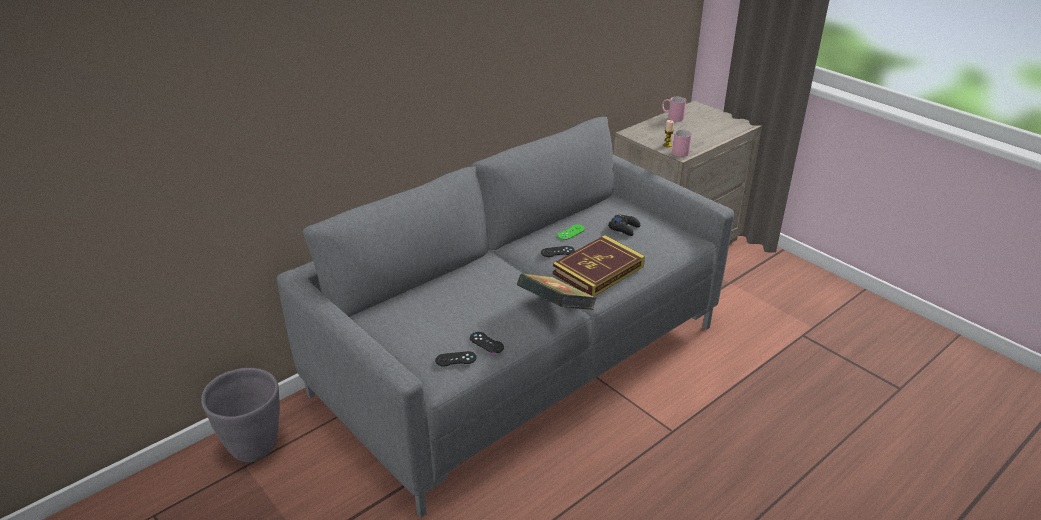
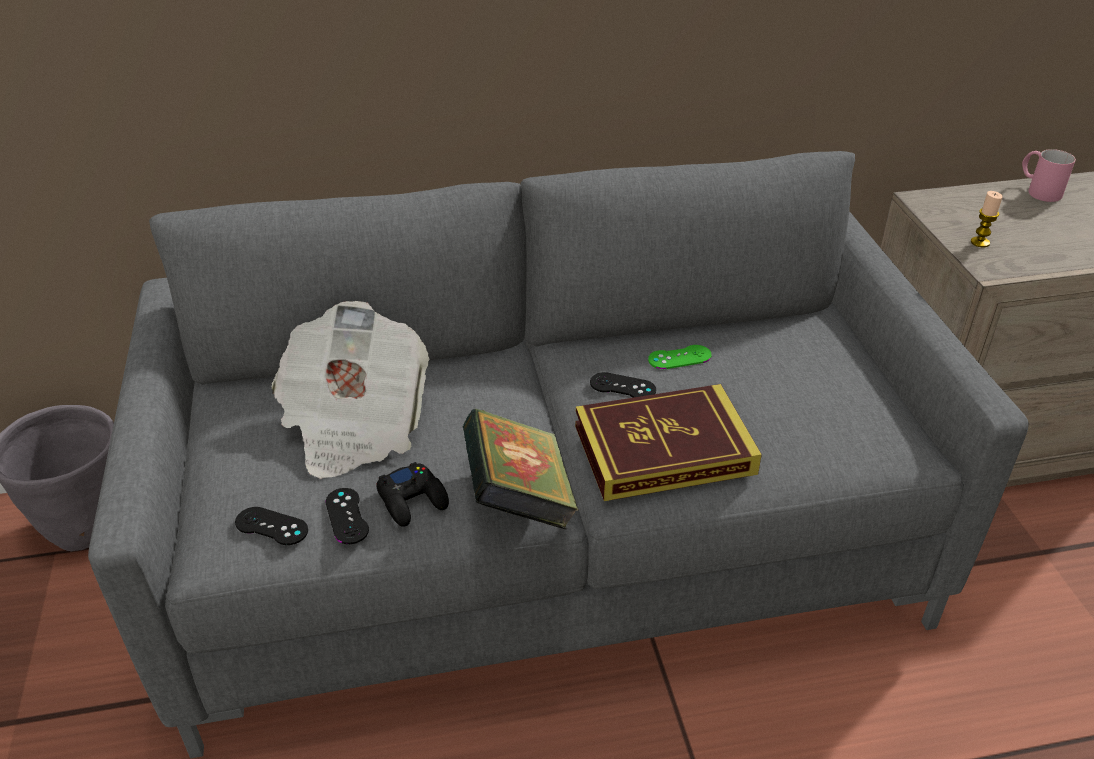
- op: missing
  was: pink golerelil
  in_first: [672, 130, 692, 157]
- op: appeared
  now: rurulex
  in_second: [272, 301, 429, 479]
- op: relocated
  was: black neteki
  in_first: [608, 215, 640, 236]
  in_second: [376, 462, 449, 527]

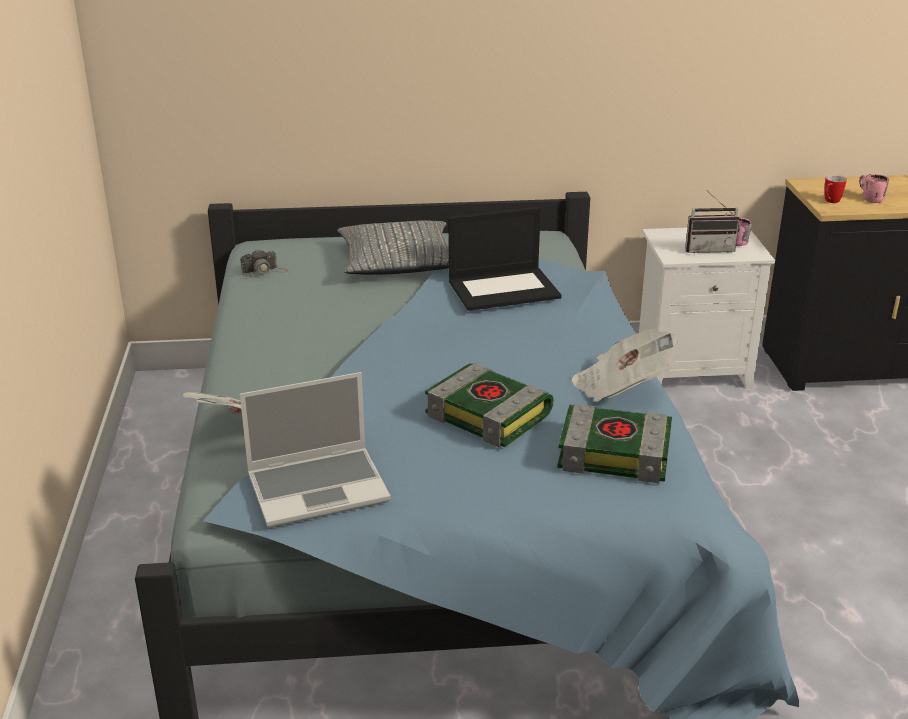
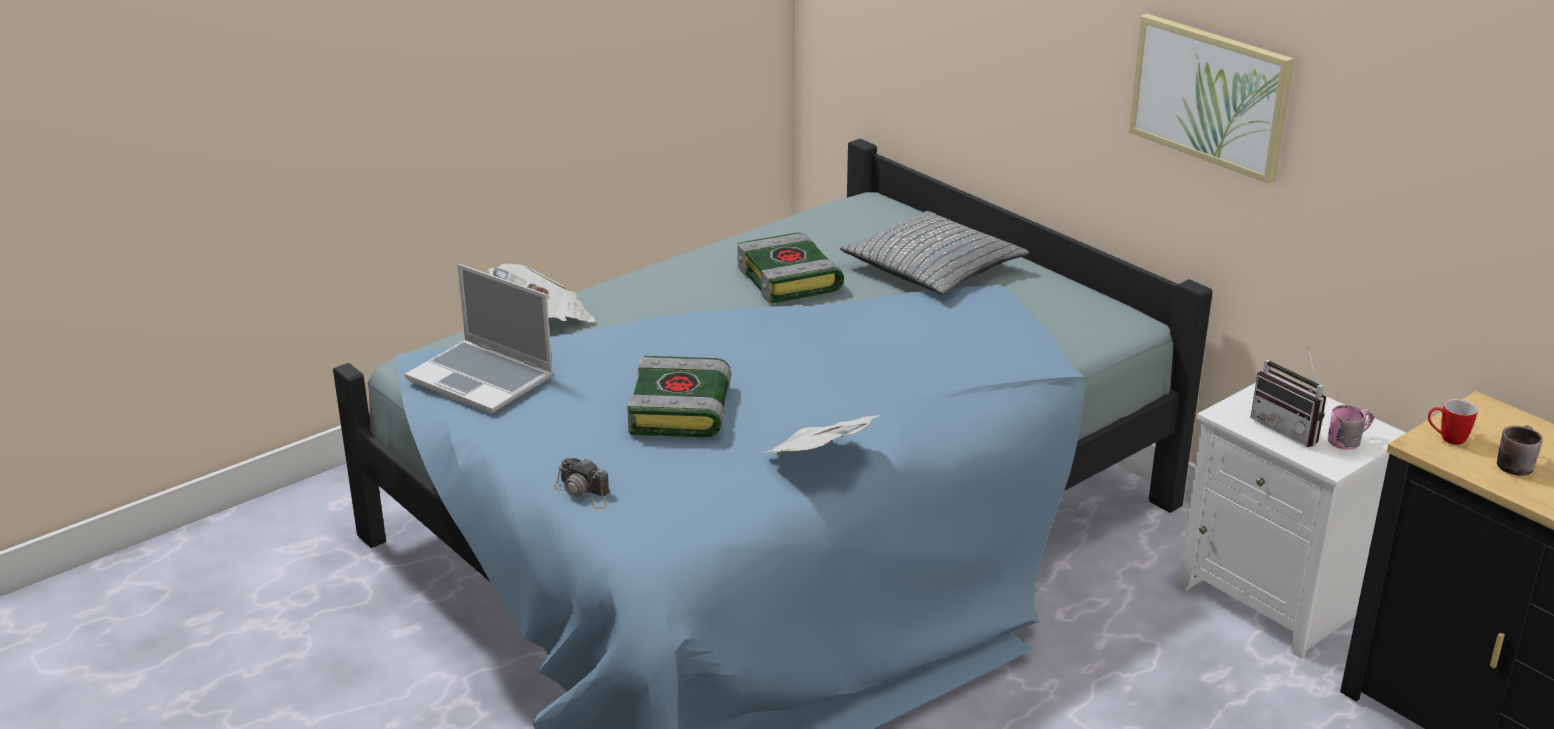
- op: missing
  was: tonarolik
  in_first: [449, 207, 562, 311]
- op: appeared
  now: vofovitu
  in_second: [1129, 14, 1294, 184]
- op: relocated
  was: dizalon
  in_first: [240, 250, 288, 277]
  in_second: [554, 458, 609, 509]
- op: relocated
  was: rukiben
  in_first: [557, 404, 672, 483]
  in_second: [737, 233, 844, 304]
- op: colour
  was: pink golerelil
  now: brown golerelil
  in_first: [859, 174, 889, 203]
  in_second: [1497, 425, 1543, 476]

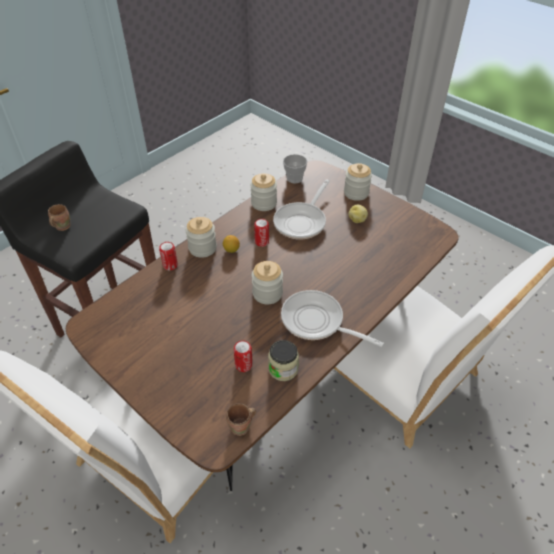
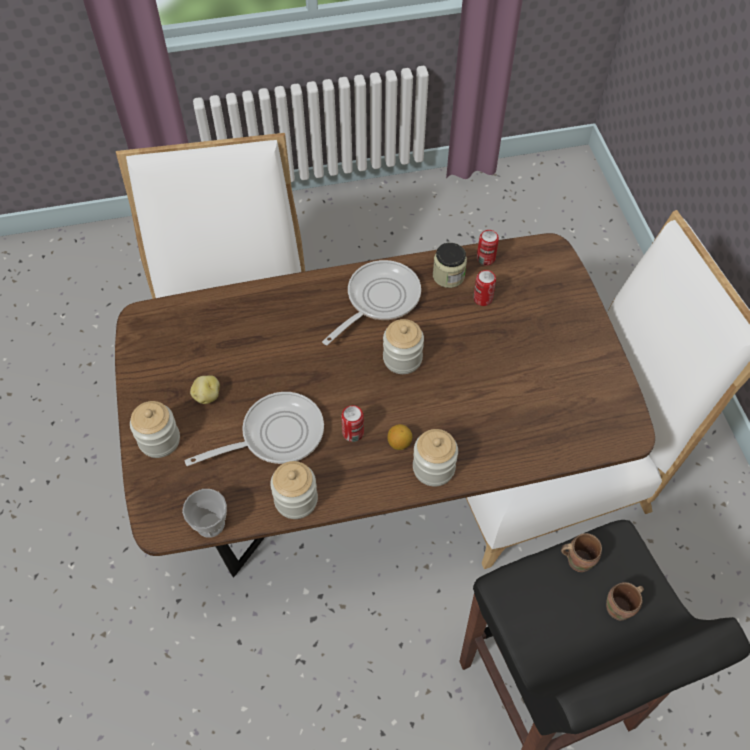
- op: relocated
  was: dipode
  in_first: [159, 242, 178, 270]
  in_second: [477, 230, 499, 265]
- op: relocated
  was: brown golerelil
  in_first: [226, 403, 256, 436]
  in_second: [561, 533, 602, 572]
- op: spun
  was: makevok
  in_first: [281, 290, 384, 347]
  in_second: [322, 260, 421, 345]
  clockwise: -120

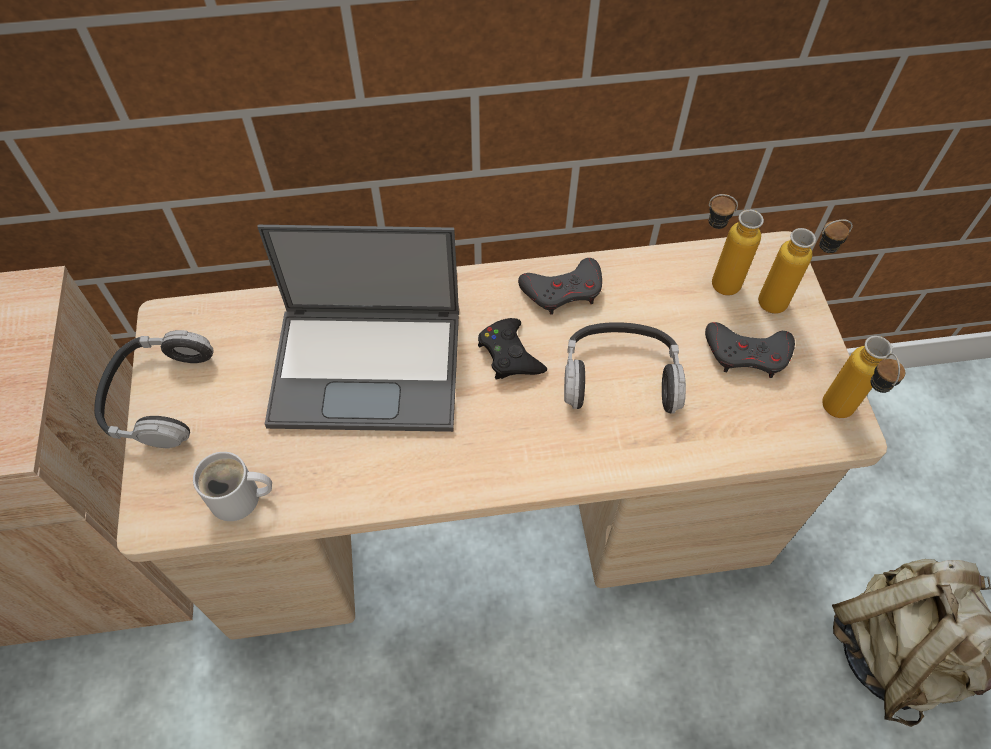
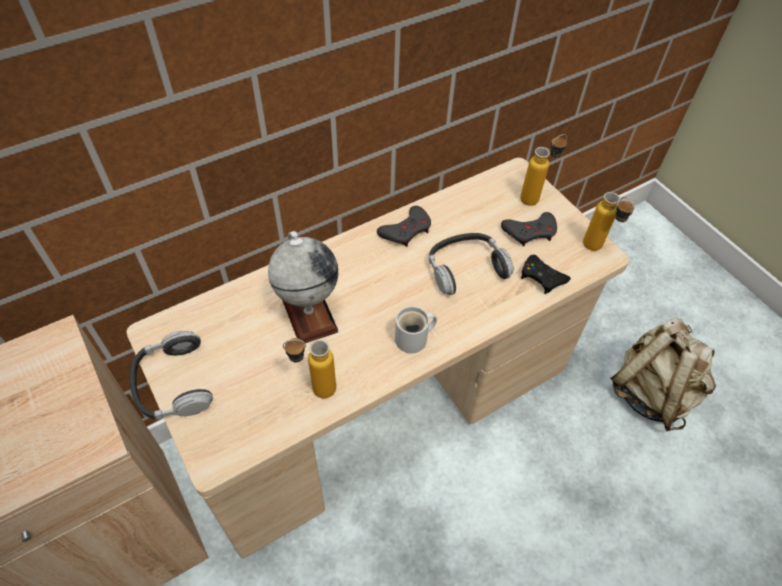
- op: relocated
  was: white golerelil
  in_first: [193, 452, 272, 521]
  in_second: [395, 306, 437, 353]
- op: relocated
  was: black neteki
  in_first: [478, 318, 547, 380]
  in_second: [521, 255, 571, 294]
- op: relocated
  was: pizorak
  in_first: [709, 194, 764, 296]
  in_second: [283, 338, 336, 398]
- op: exchanged
  was: tonarolik
  now: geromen
  in_first: [257, 225, 459, 432]
  in_second: [268, 231, 339, 343]

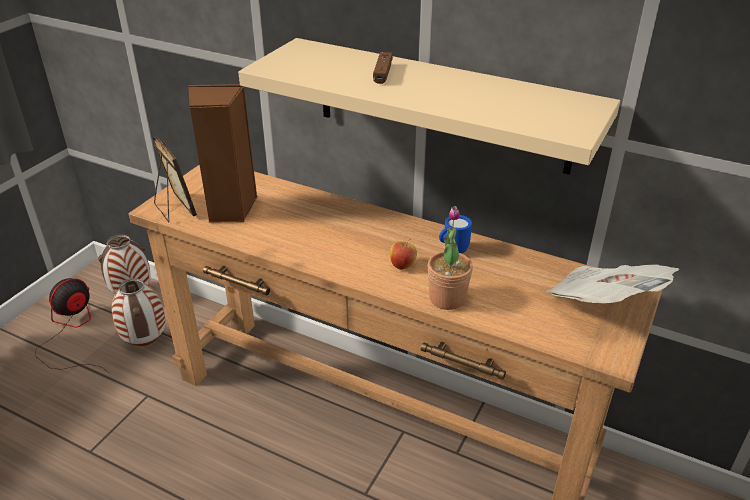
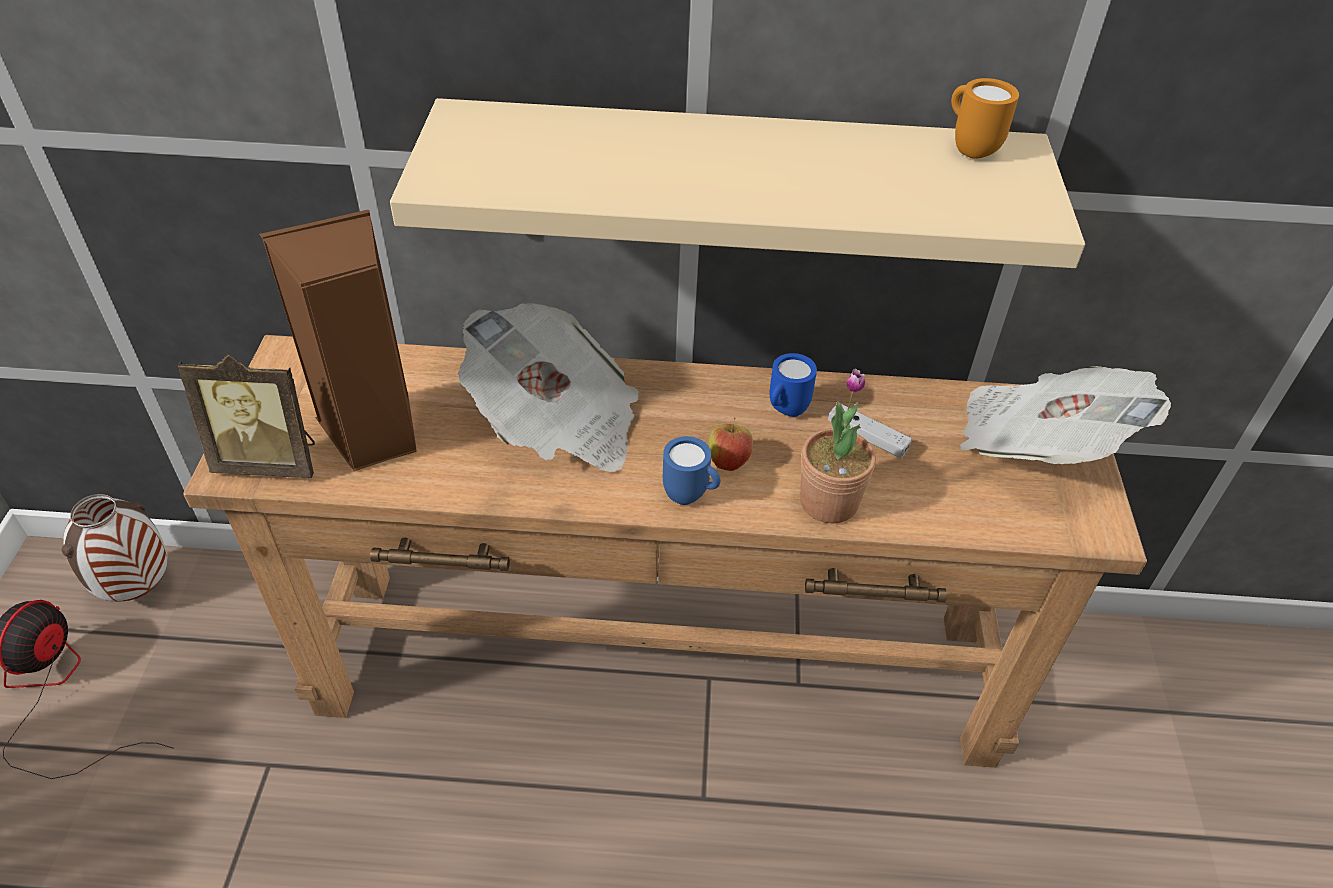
- op: missing
  was: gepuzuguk
  in_first: [112, 278, 166, 346]
- op: missing
  was: brown neteki
  in_first: [373, 52, 393, 84]
- op: appeared
  now: rurulex
  in_second: [458, 303, 639, 472]
- op: appeared
  now: blue golerelil
  in_second: [663, 436, 721, 505]
- op: appeared
  now: white neteki
  in_second: [828, 405, 912, 458]
- op: appeared
  now: orange golerelil
  in_second: [951, 78, 1019, 159]
- op: spun
  was: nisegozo
  in_first: [153, 136, 197, 222]
  in_second: [178, 355, 315, 478]
  clockwise: 150

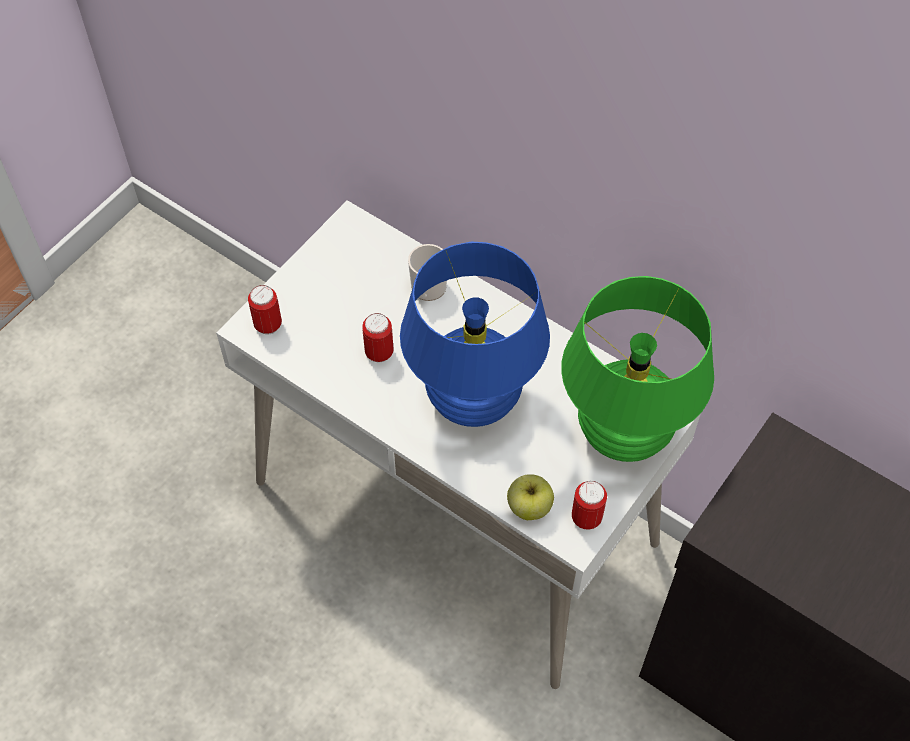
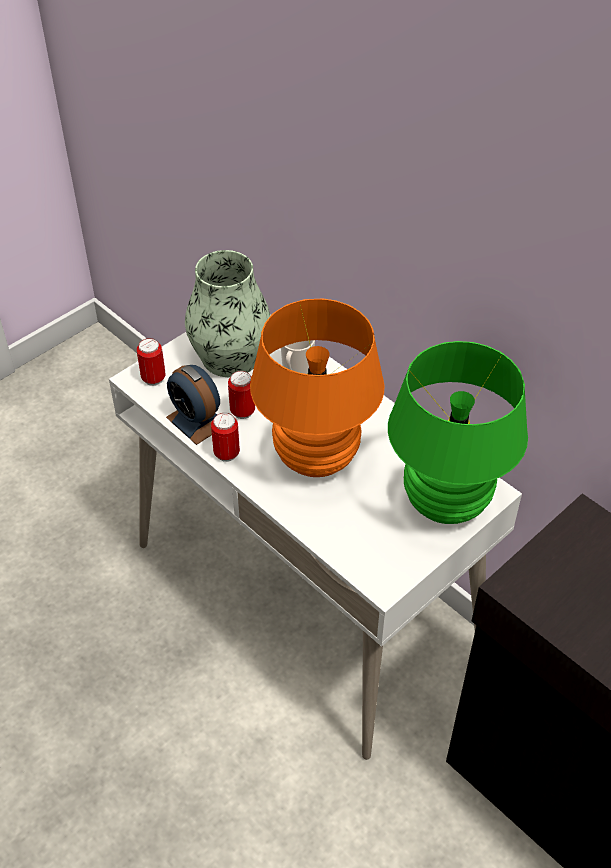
- op: missing
  was: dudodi
  in_first: [507, 474, 554, 520]
- op: appeared
  now: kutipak
  in_second: [166, 365, 220, 445]
- op: appeared
  now: gepuzuguk
  in_second: [185, 250, 271, 377]
- op: relocated
  was: dipode
  in_first: [572, 481, 607, 530]
  in_second: [211, 413, 240, 462]
- op: colour
  was: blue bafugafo
  now: orange bafugafo
  in_first: [400, 242, 550, 427]
  in_second: [250, 298, 385, 477]

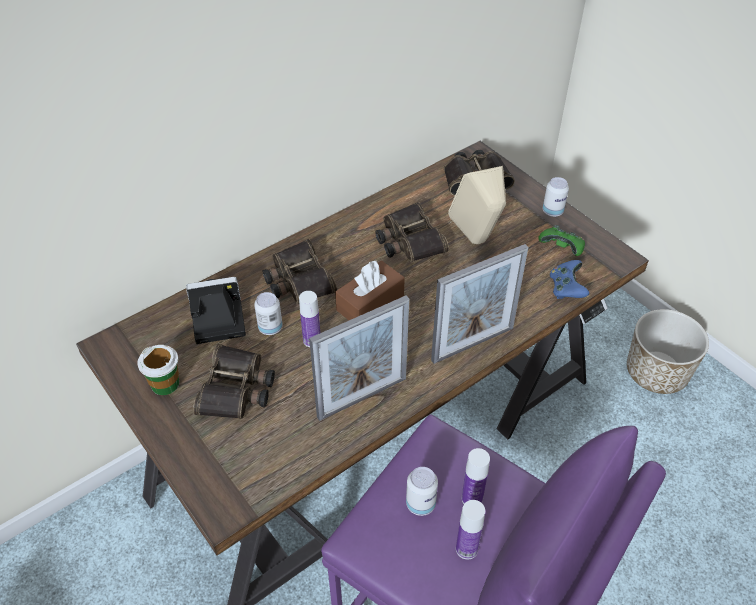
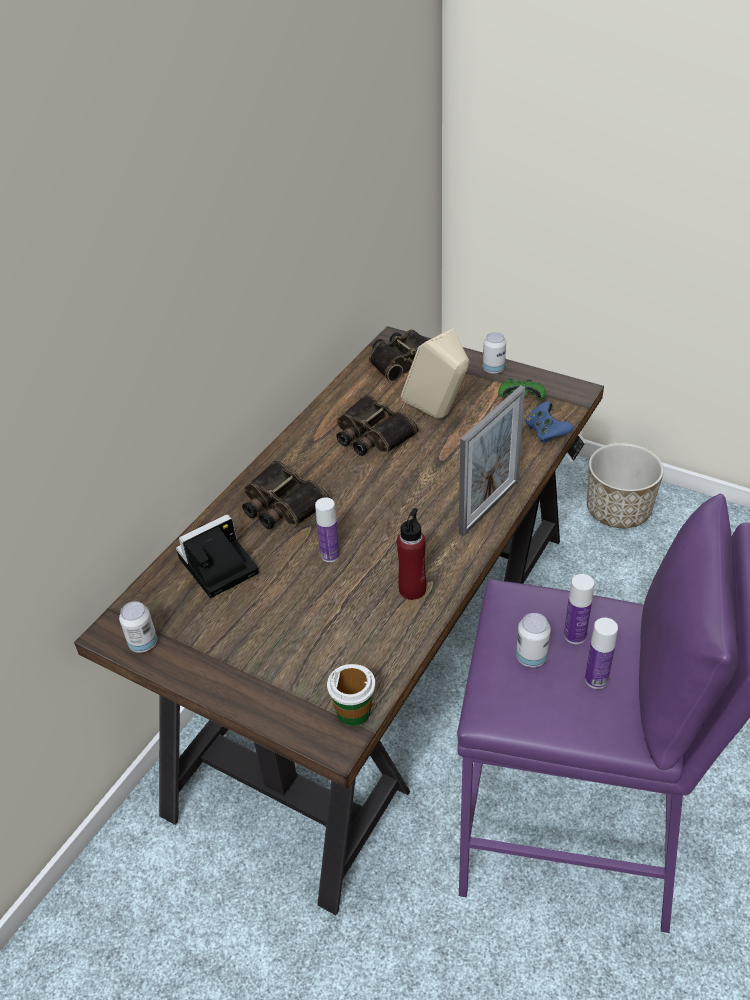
- op: missing
  was: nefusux
  in_first: [193, 344, 275, 419]
- op: missing
  was: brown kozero
  in_first: [335, 260, 405, 320]
- op: relocated
  was: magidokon
  in_first: [137, 345, 179, 395]
  in_second: [327, 664, 375, 726]
- op: relocated
  was: dipode
  in_first: [254, 292, 283, 335]
  in_second: [119, 601, 157, 653]
- op: exchanged
  was: nisegozo
  now: red pizorak
  in_first: [309, 295, 409, 421]
  in_second: [397, 508, 426, 600]

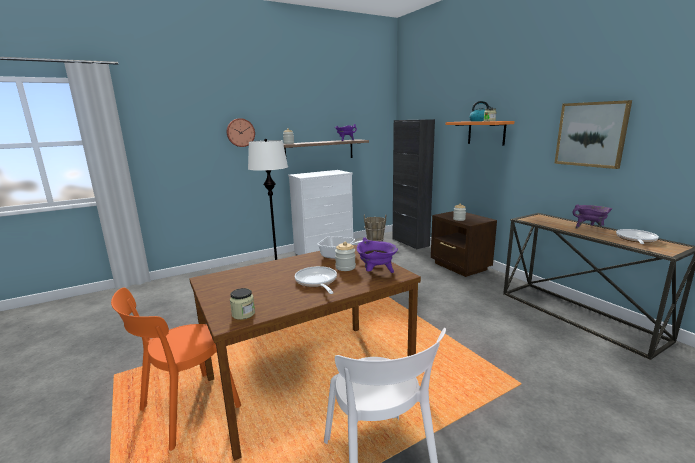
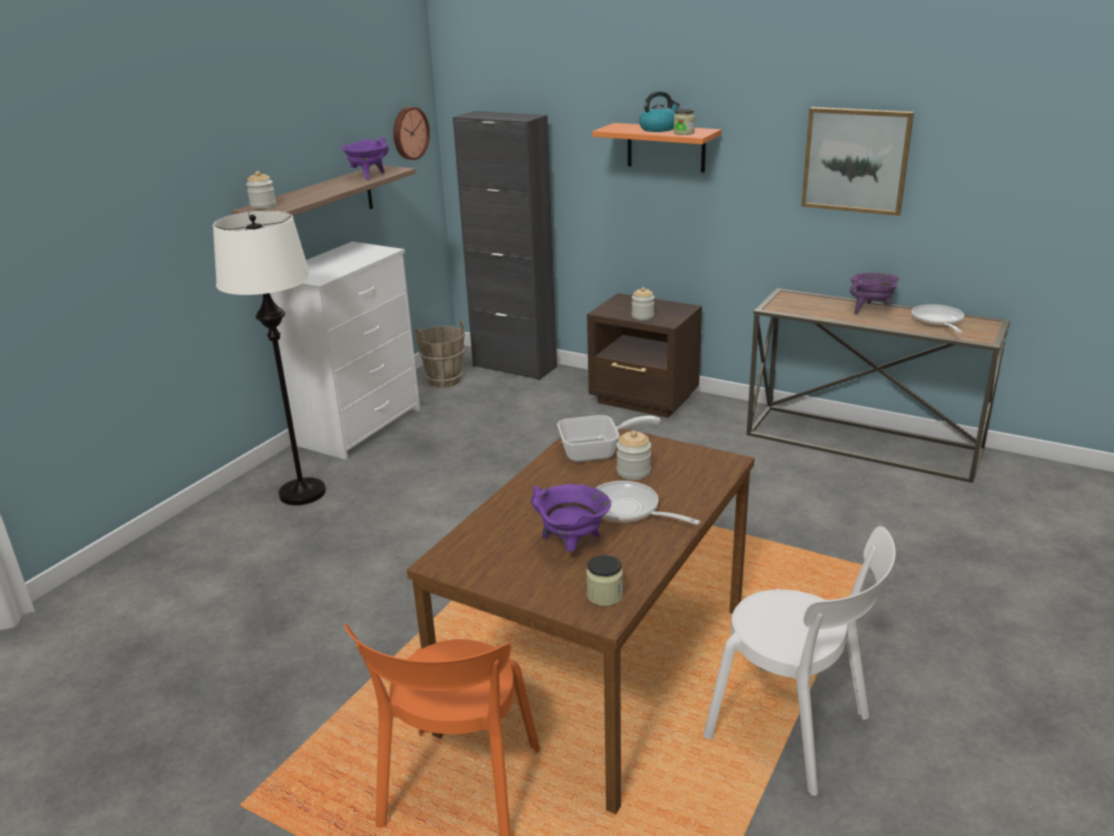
- op: relocated
  was: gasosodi
  in_first: [227, 118, 255, 147]
  in_second: [393, 107, 430, 160]
- op: relocated
  was: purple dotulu
  in_first: [357, 237, 398, 273]
  in_second: [531, 484, 611, 551]

